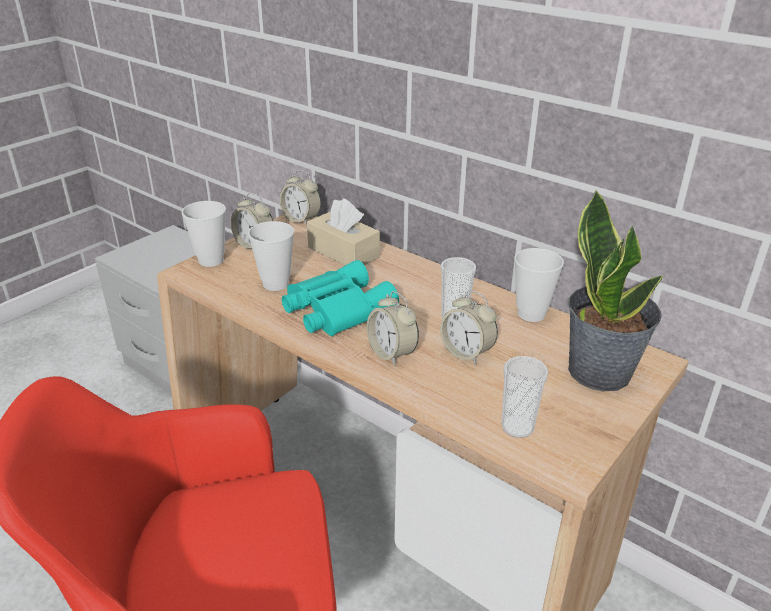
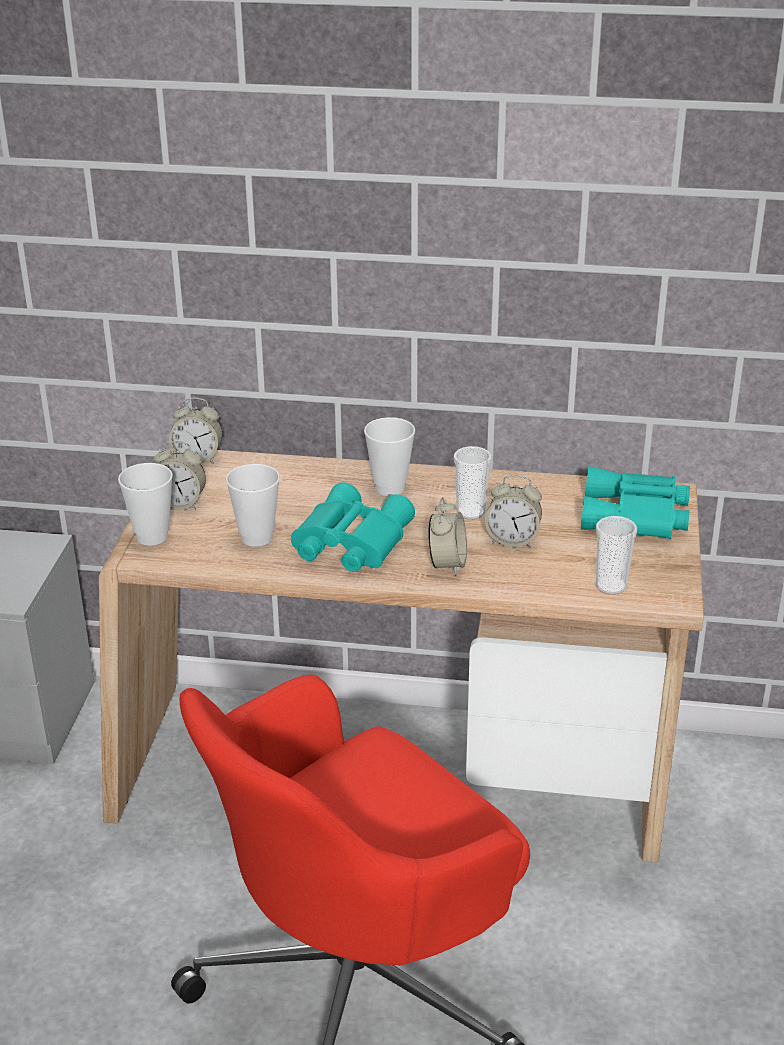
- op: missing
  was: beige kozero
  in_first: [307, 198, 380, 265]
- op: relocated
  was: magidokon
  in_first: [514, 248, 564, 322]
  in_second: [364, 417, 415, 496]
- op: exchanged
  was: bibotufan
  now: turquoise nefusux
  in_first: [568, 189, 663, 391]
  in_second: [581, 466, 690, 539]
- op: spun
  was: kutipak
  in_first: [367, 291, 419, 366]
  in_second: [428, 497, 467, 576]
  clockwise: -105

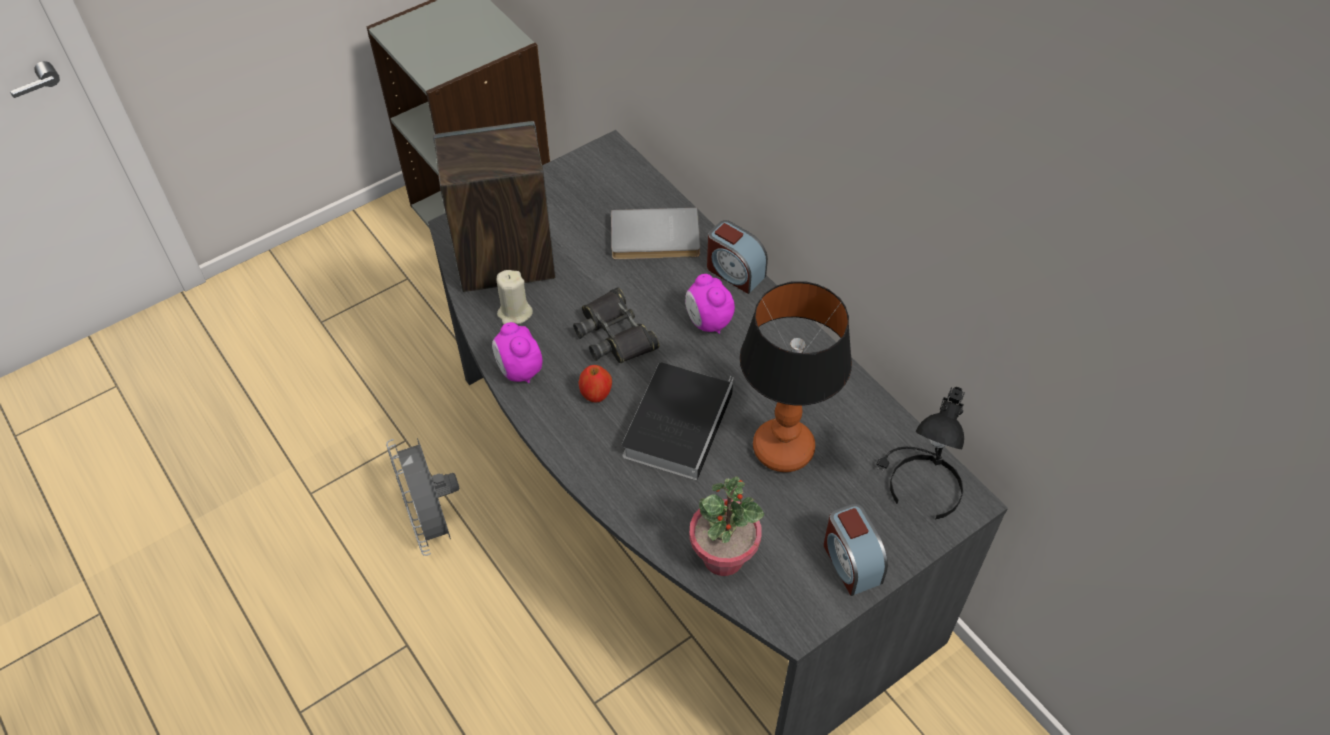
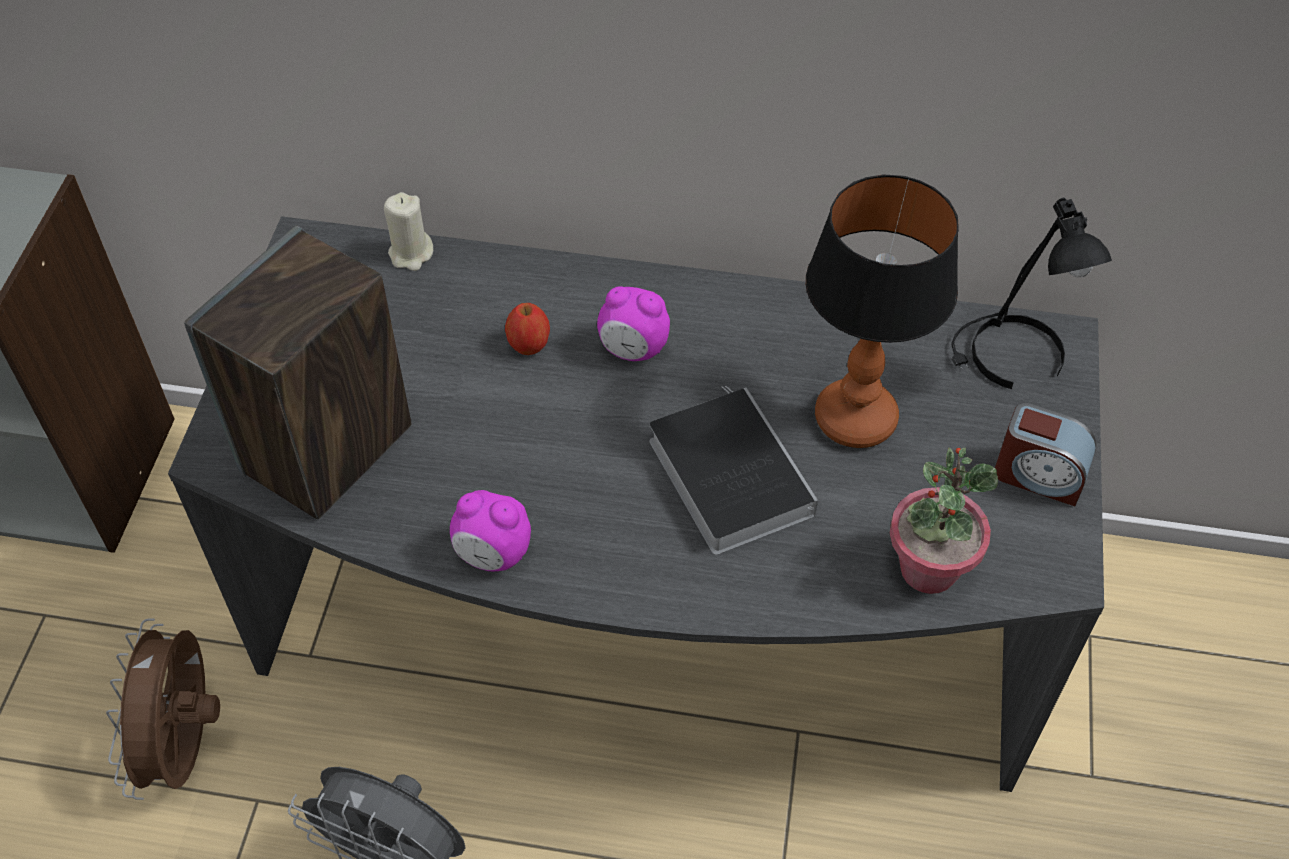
- op: missing
  was: black nefusux
  in_first: [573, 287, 659, 363]
- op: missing
  was: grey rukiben
  in_first: [611, 208, 700, 260]
- op: missing
  was: kutipak
  in_first: [707, 220, 768, 294]
- op: appeared
  now: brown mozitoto
  in_second: [106, 618, 220, 800]
- op: relocated
  was: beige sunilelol
  in_first: [497, 270, 533, 324]
  in_second: [384, 192, 433, 271]
- op: relocated
  was: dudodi
  in_first: [579, 365, 612, 403]
  in_second: [505, 303, 550, 355]

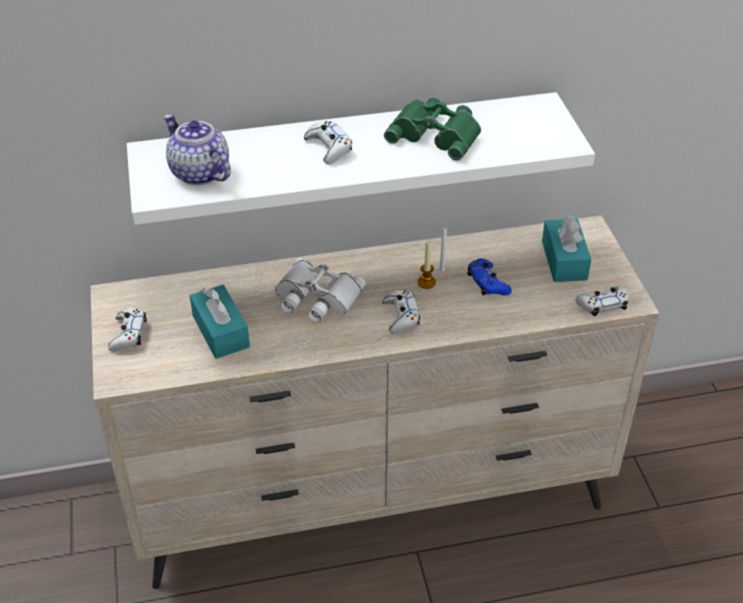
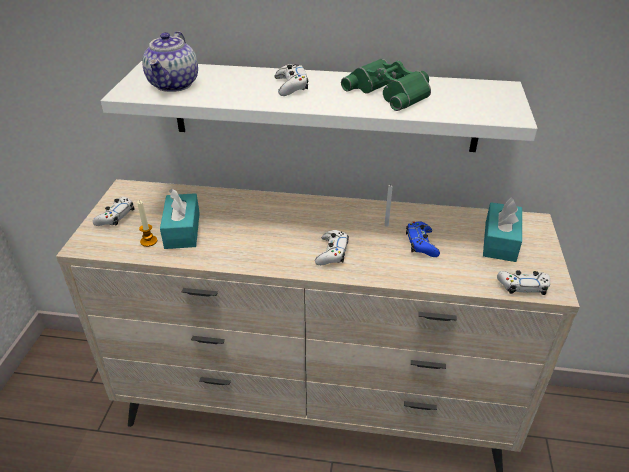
- op: missing
  was: white nefusux
  in_first: [275, 258, 366, 323]
- op: relocated
  was: sunilelol
  in_first: [417, 240, 436, 289]
  in_second: [137, 200, 157, 247]
- op: spun
  was: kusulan
  in_first: [164, 114, 231, 185]
  in_second: [142, 31, 198, 92]
  clockwise: -150

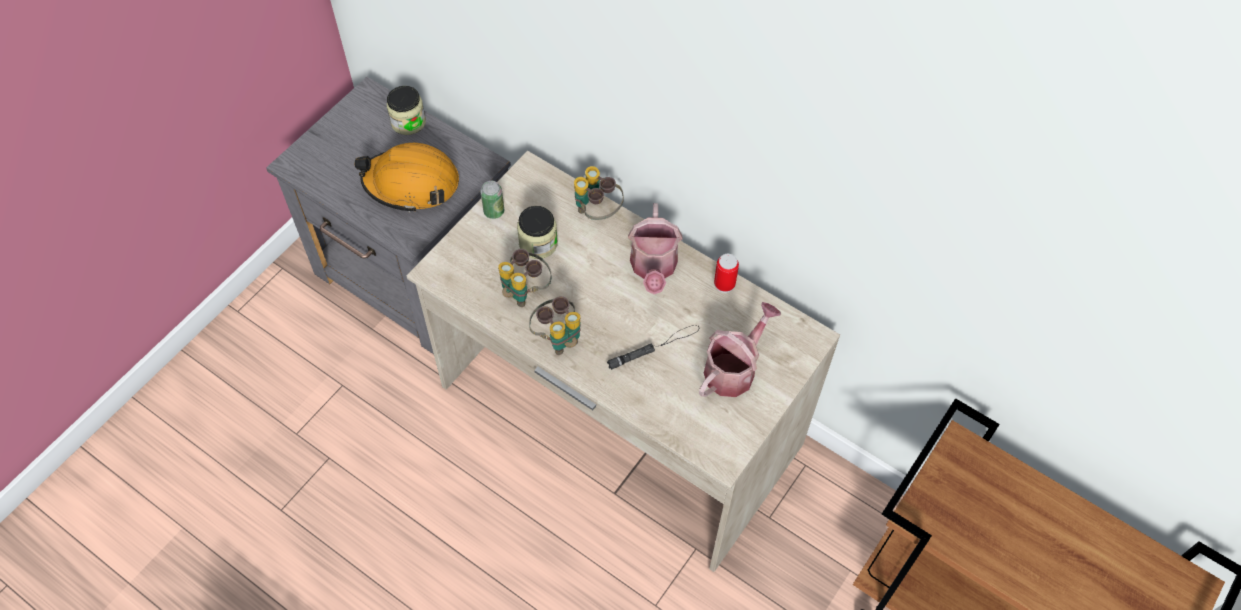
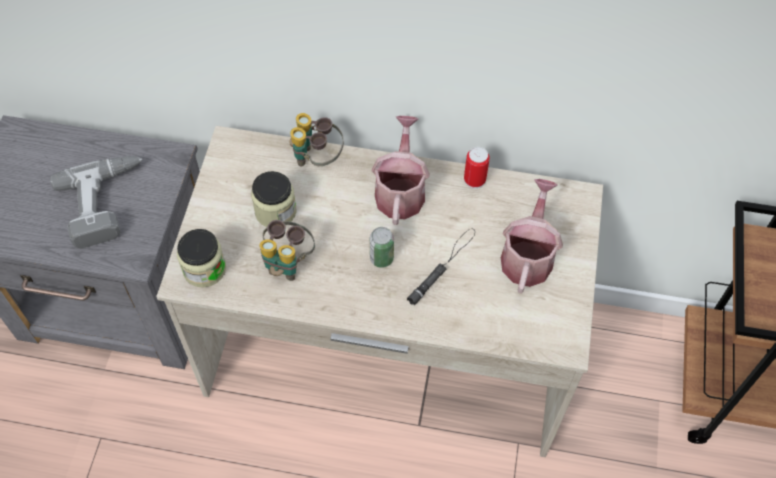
- op: missing
  was: nefusux
  in_first: [529, 296, 581, 355]
- op: relocated
  was: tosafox
  in_first: [387, 86, 426, 135]
  in_second: [177, 229, 226, 287]
- op: relocated
  was: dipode
  in_first: [480, 181, 504, 219]
  in_second: [370, 227, 394, 268]
- op: exchanged
  was: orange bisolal
  now: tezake
  in_first: [354, 143, 459, 213]
  in_second: [50, 156, 142, 249]
- op: spun
  was: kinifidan
  in_first: [628, 203, 683, 294]
  in_second: [372, 116, 430, 225]
  clockwise: -150

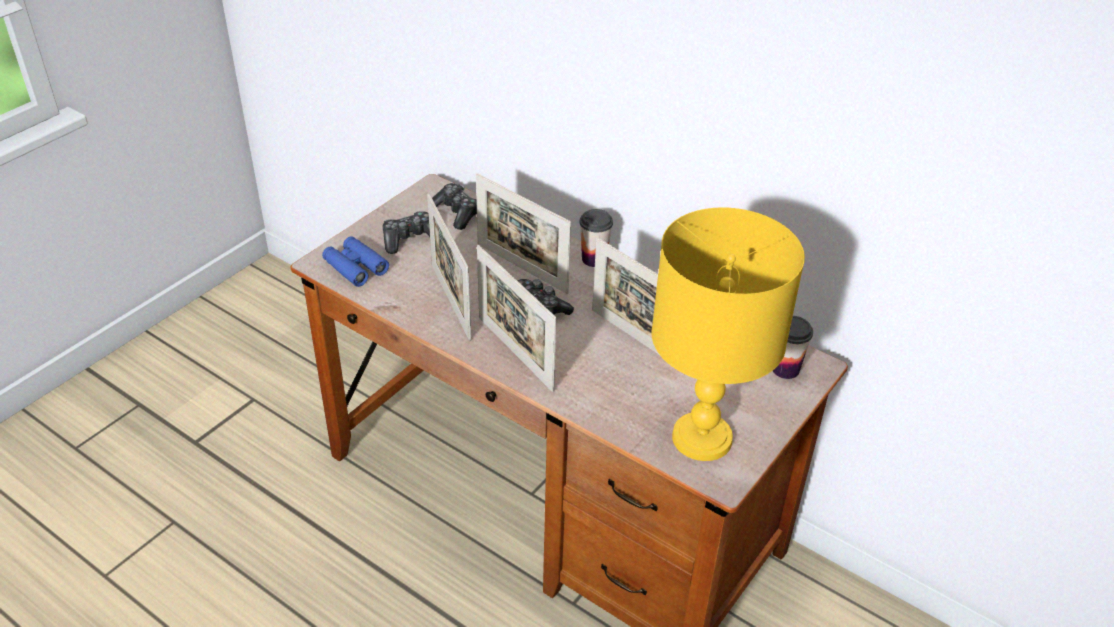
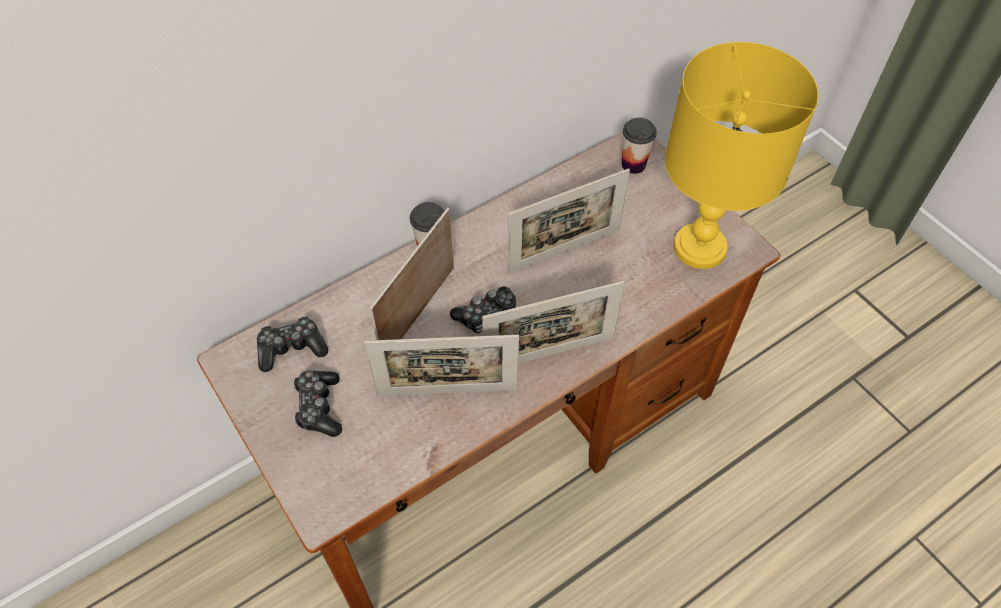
- op: missing
  was: blue nefusux
  in_first: [322, 236, 389, 287]
- op: spun
  was: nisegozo
  in_first: [476, 173, 571, 294]
  in_second: [369, 208, 454, 340]
  clockwise: 150

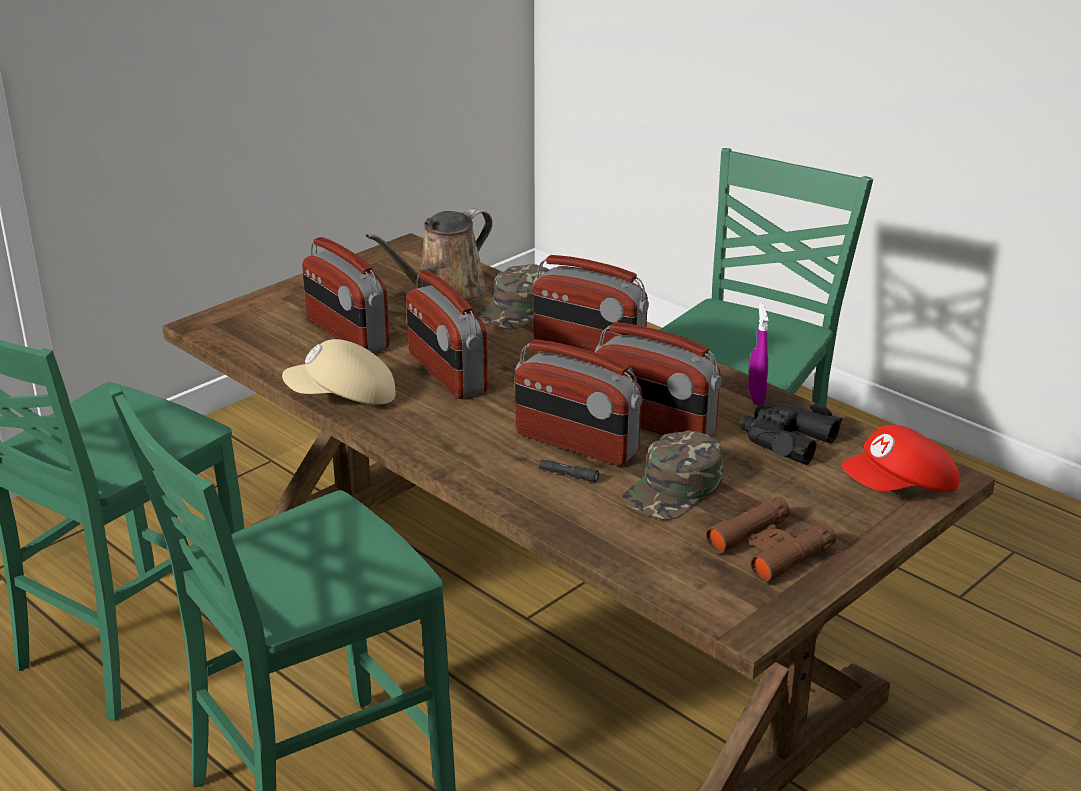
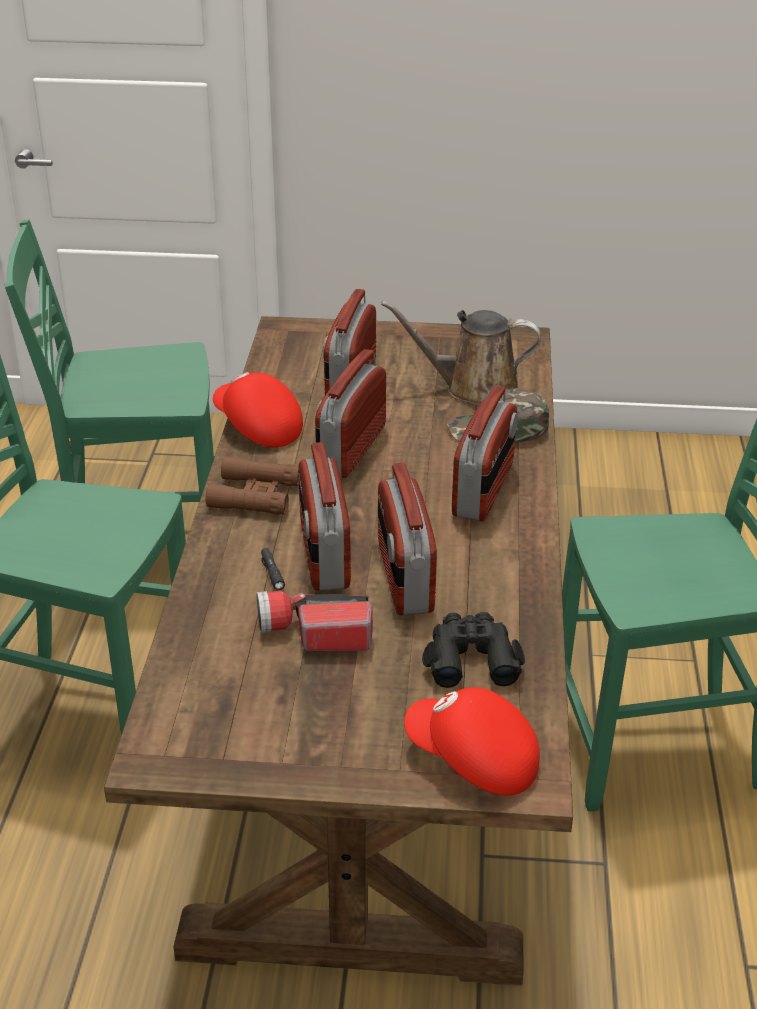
- op: missing
  was: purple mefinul
  in_first: [748, 303, 768, 405]
- op: relocated
  was: brown nefusux
  in_first: [706, 497, 836, 583]
  in_second: [205, 456, 299, 515]
- op: exchanged
  was: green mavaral
  now: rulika
  in_first: [621, 431, 723, 520]
  in_second: [257, 591, 373, 651]
- op: colour
  was: beige mavaral
  now: red mavaral
  in_first: [282, 339, 396, 405]
  in_second: [213, 372, 303, 447]
- op: spun
  was: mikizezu
  in_first: [533, 255, 649, 352]
  in_second: [452, 385, 518, 521]
  clockwise: -150

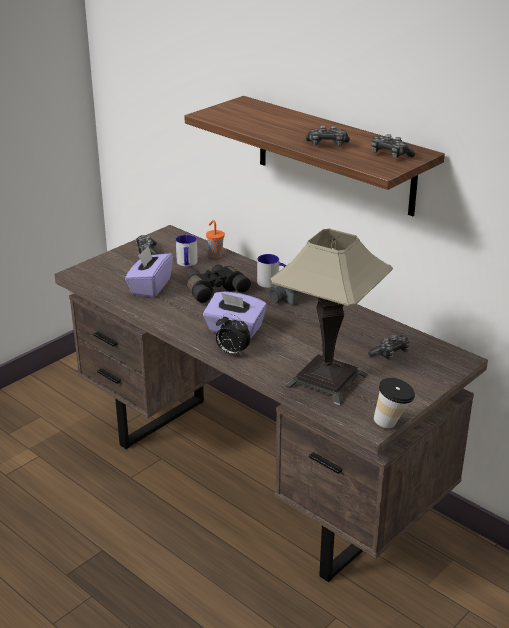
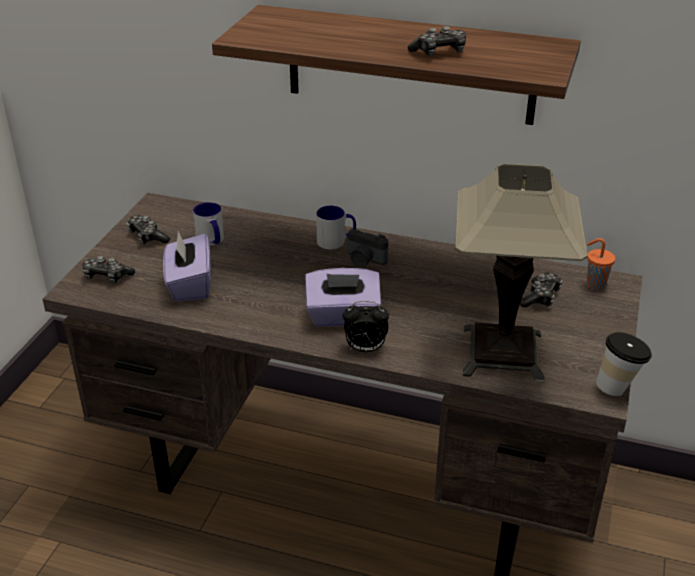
- op: missing
  was: black nefusux
  in_first: [187, 264, 251, 303]
- op: relocated
  was: orange magidokon
  in_first: [206, 220, 225, 259]
  in_second: [587, 238, 615, 291]
- op: relocated
  was: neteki
  in_first: [371, 134, 415, 159]
  in_second: [82, 255, 135, 284]

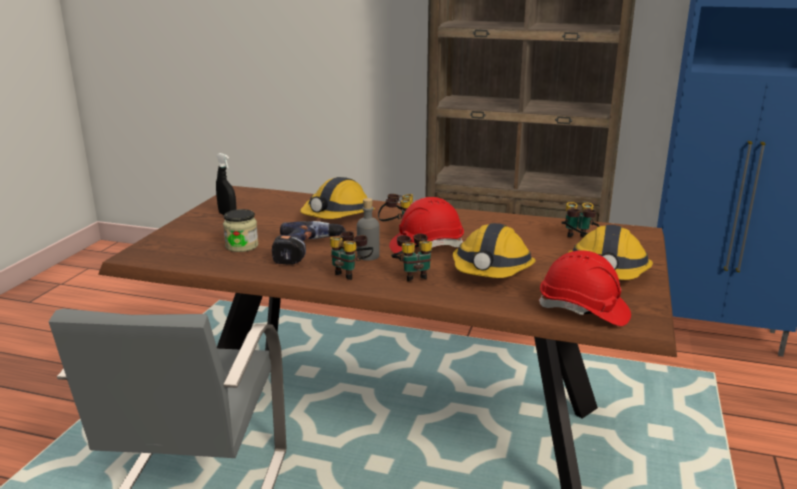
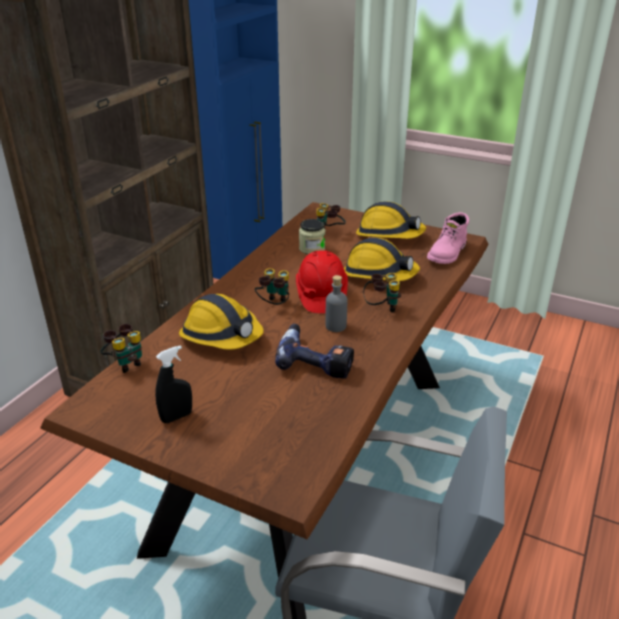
- op: relocated
  was: tosafox
  in_first: [223, 209, 258, 252]
  in_second: [299, 219, 325, 254]
- op: relocated
  was: nefusux
  in_first: [330, 231, 373, 280]
  in_second: [100, 324, 142, 373]
- op: exchanged
  was: red bisolal
  now: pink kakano
  in_first: [538, 250, 631, 326]
  in_second: [427, 212, 469, 264]

